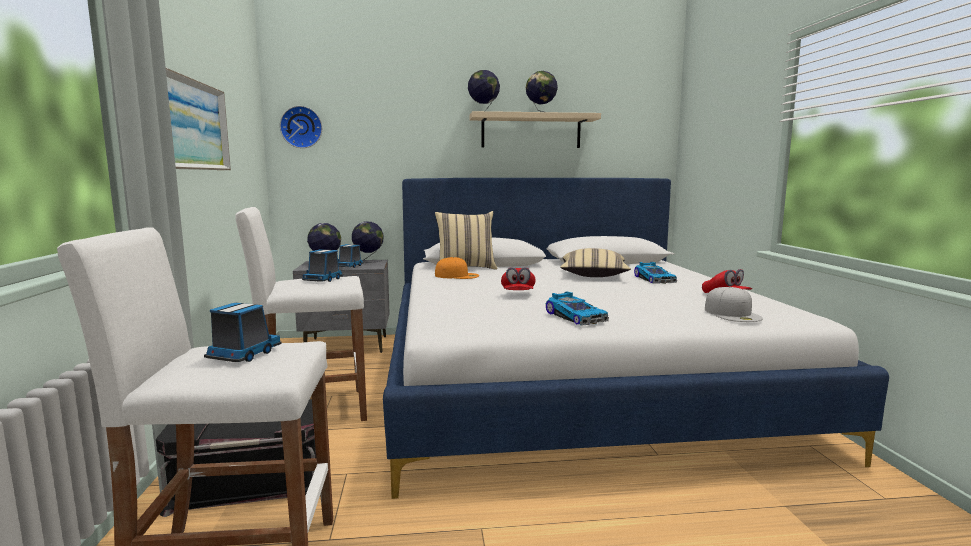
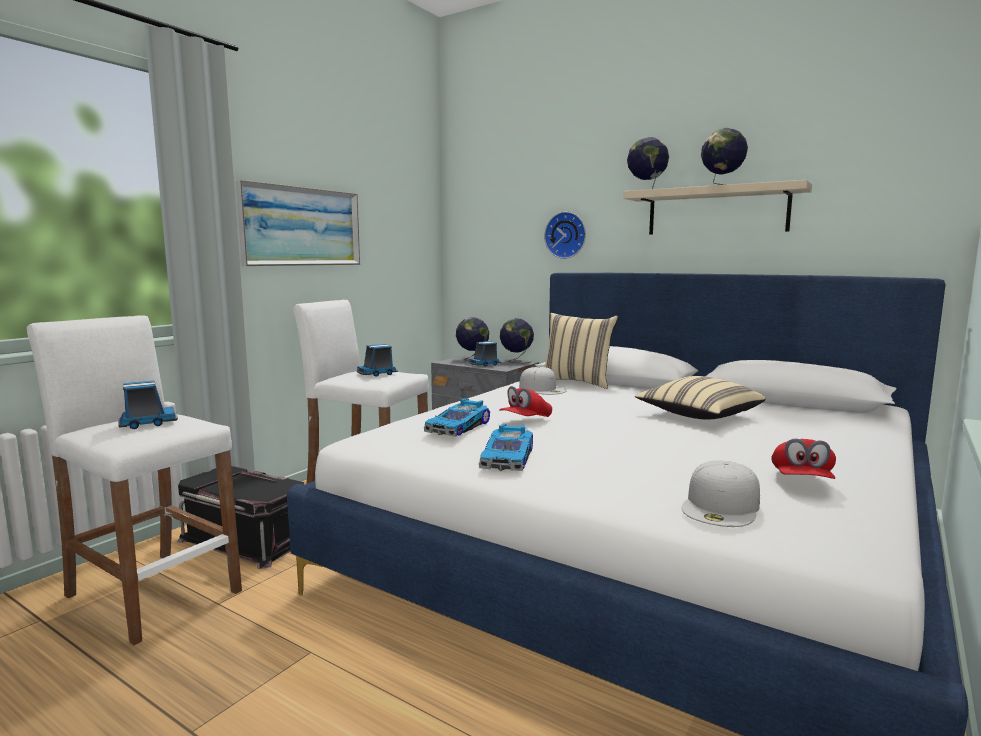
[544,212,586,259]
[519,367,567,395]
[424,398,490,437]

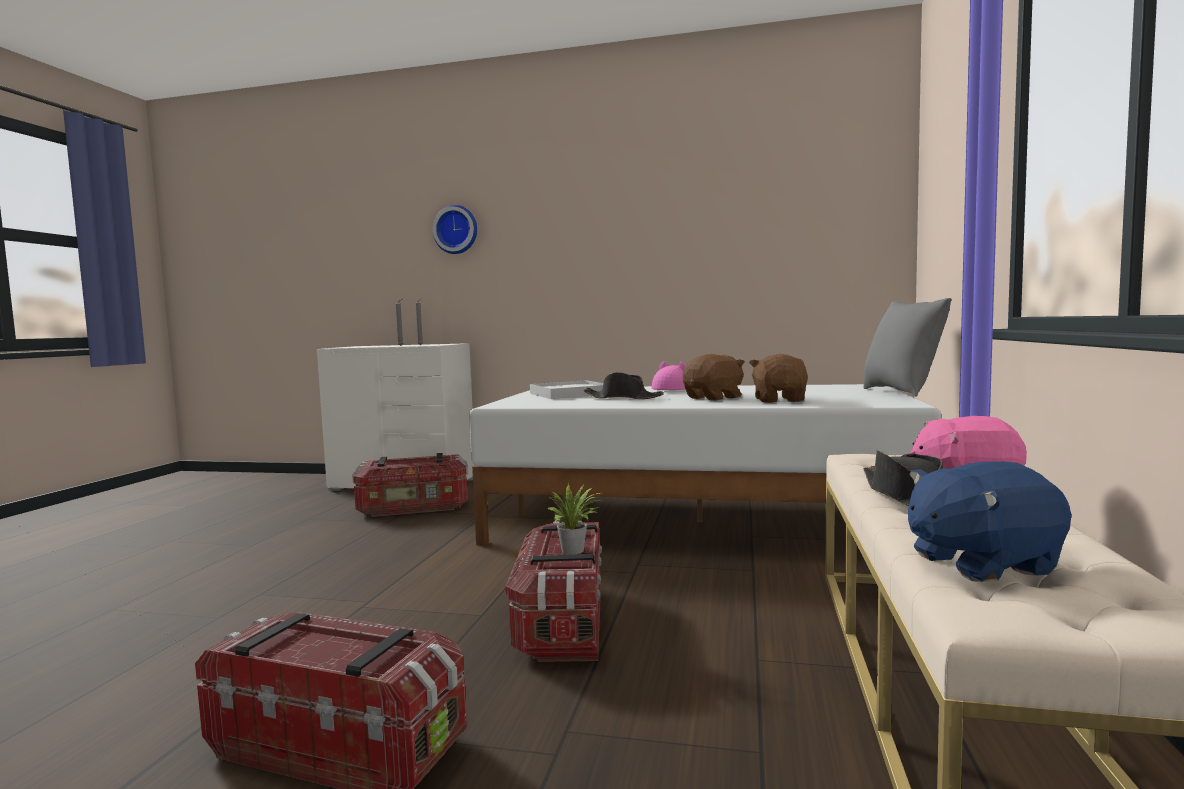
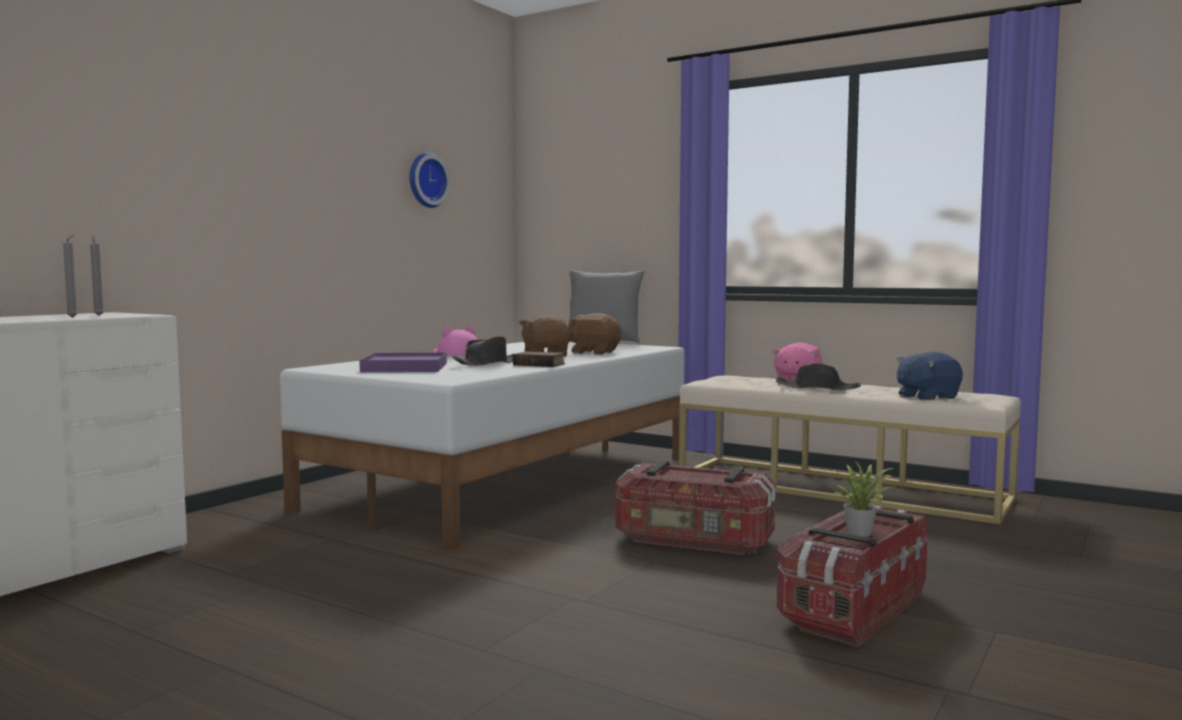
[410,152,450,208]
[359,352,447,372]
[352,453,468,517] (first image)
[897,352,963,400]
[831,462,894,537]
[513,351,565,367]

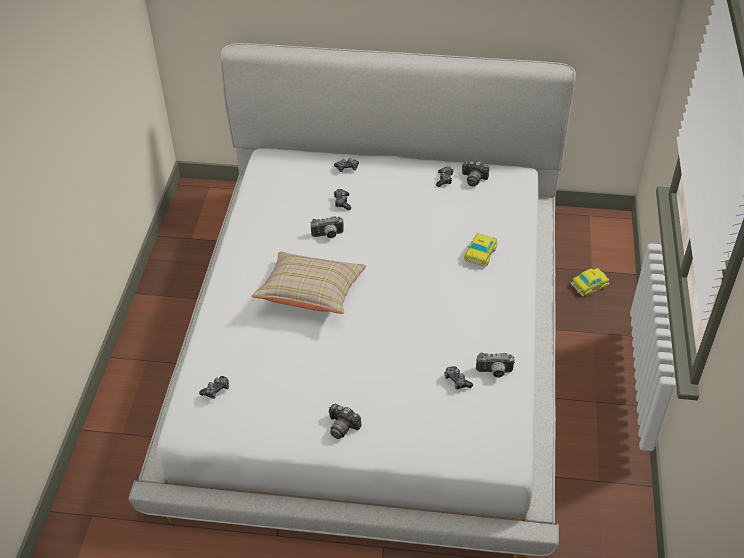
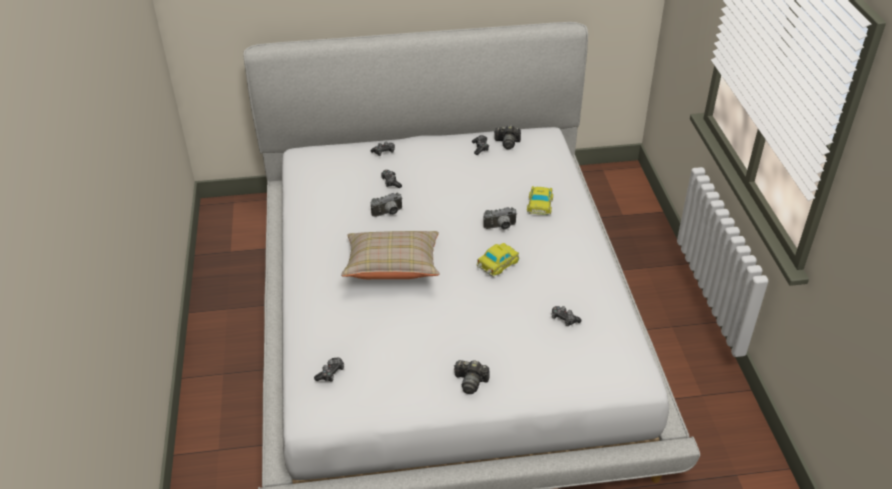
[476,243,520,277]
[483,207,517,230]

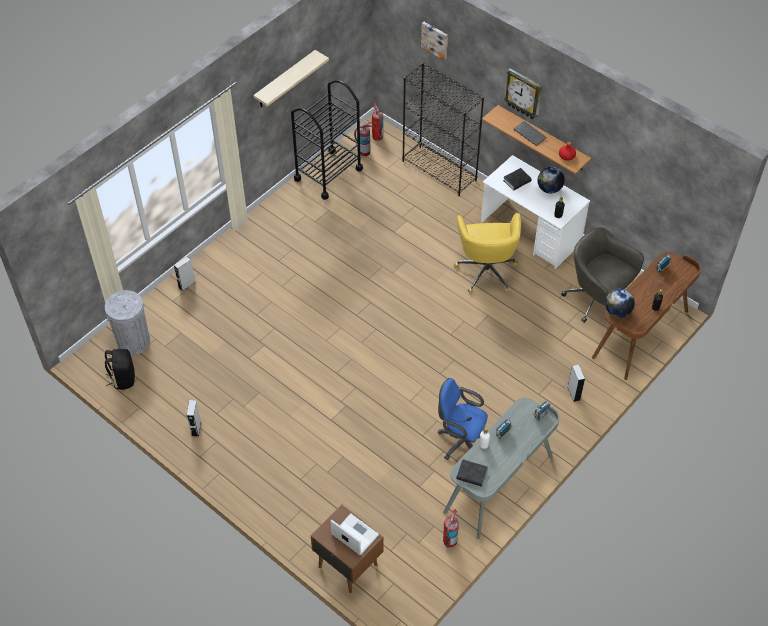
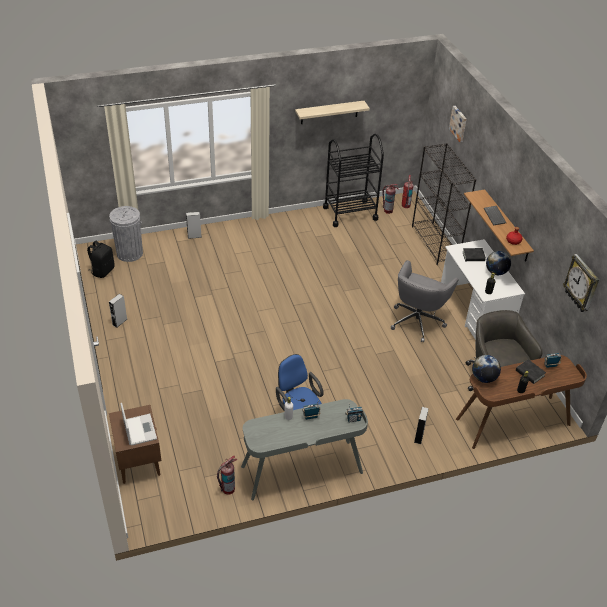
[563,254,599,312]
[391,260,459,342]
[516,359,546,384]

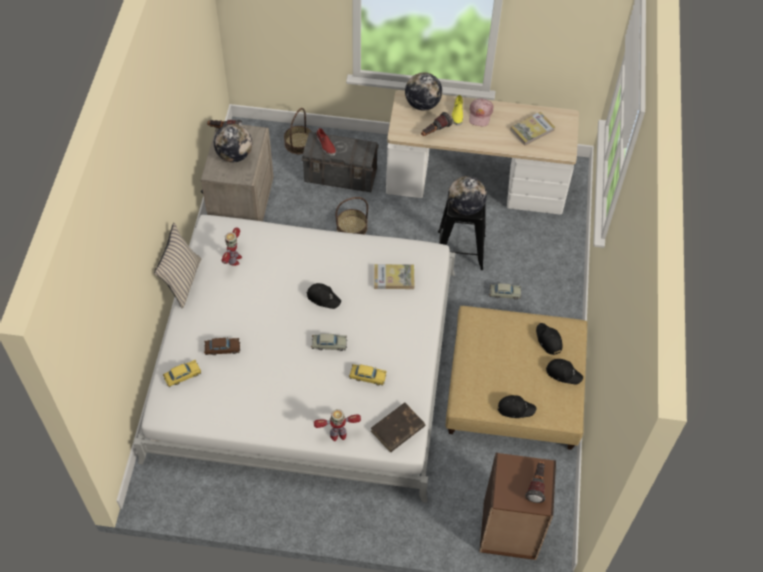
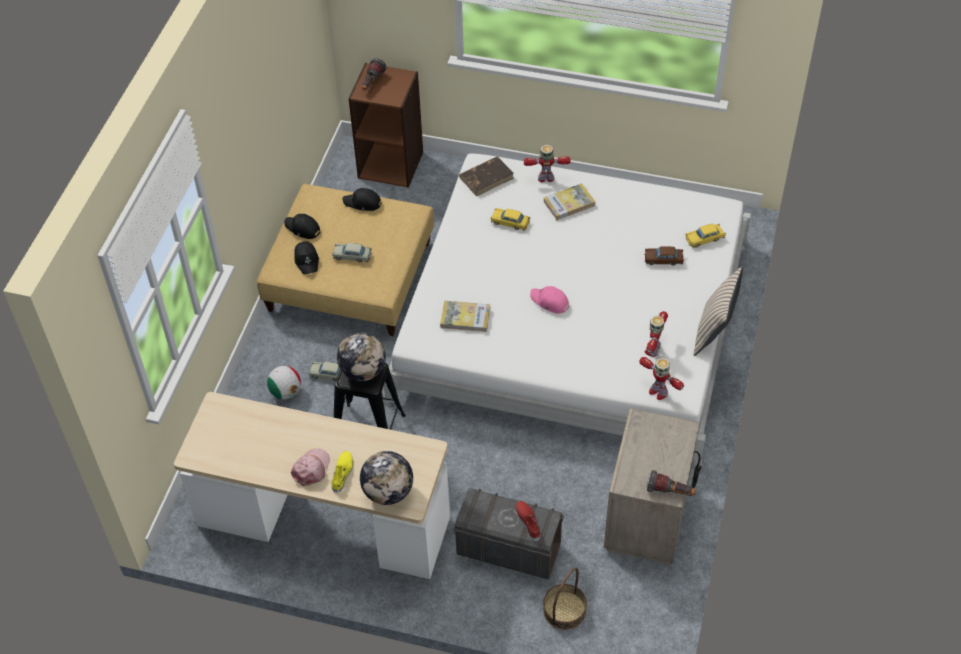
[421,112,452,136] (first image)
[543,183,595,220]
[214,124,252,162] (first image)
[335,197,368,234] (first image)
[530,286,569,314]
[332,243,371,262]
[639,357,684,400]
[267,366,301,399]

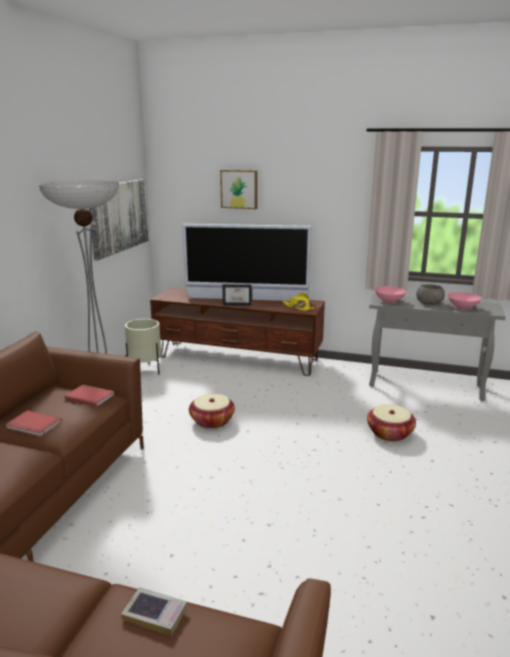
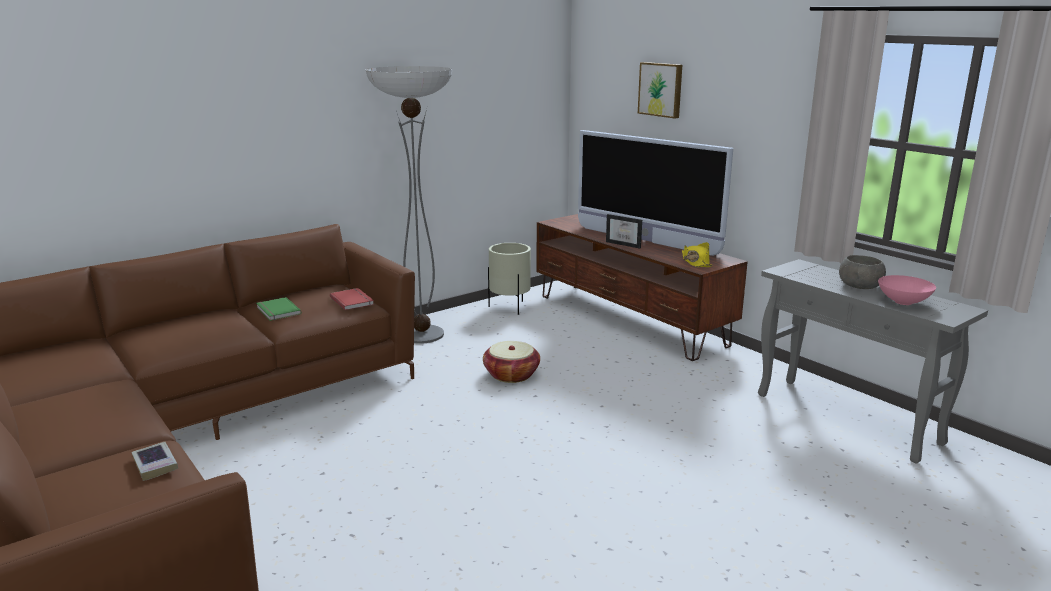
[89,179,149,260] (first image)
[375,286,406,303] (first image)
[367,404,416,441] (first image)
[256,297,301,321]

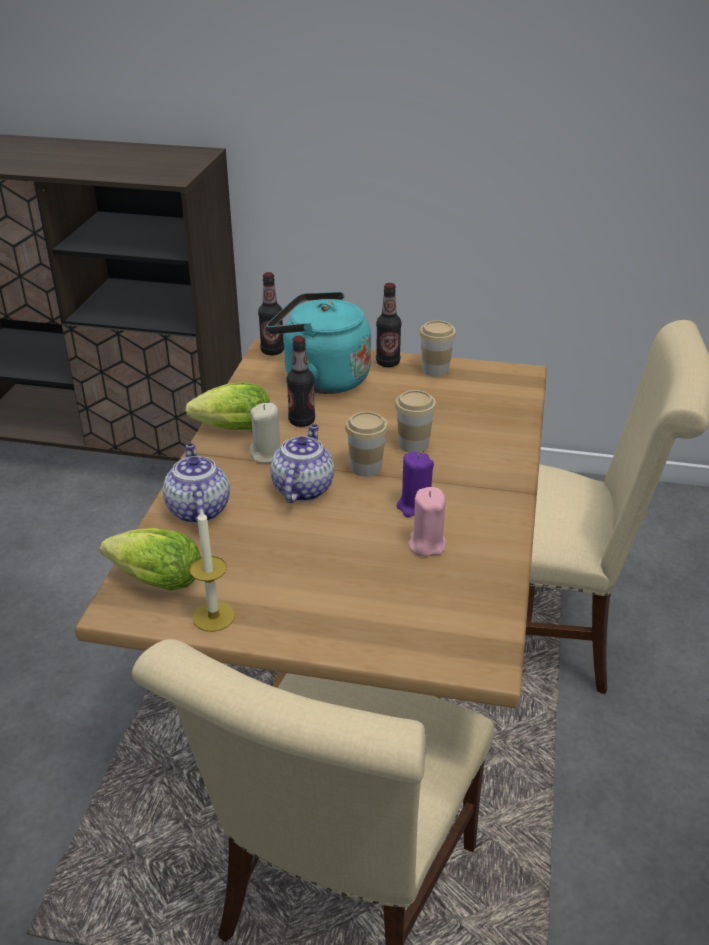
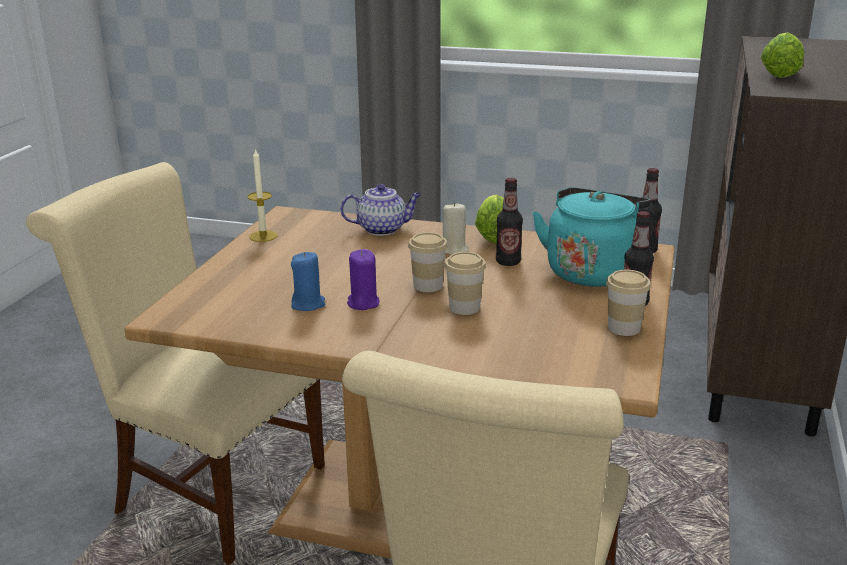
[270,424,334,503] (first image)
[291,252,326,311]
[761,32,804,78]

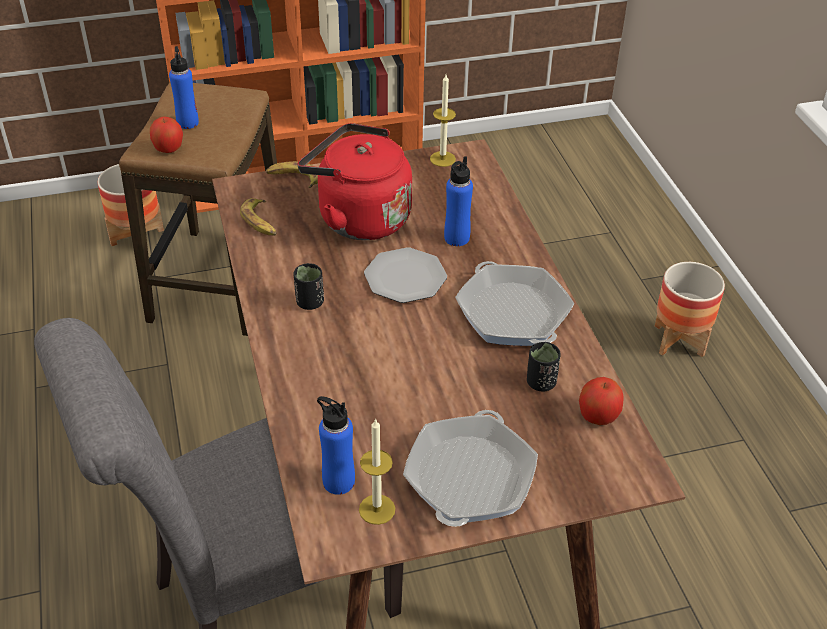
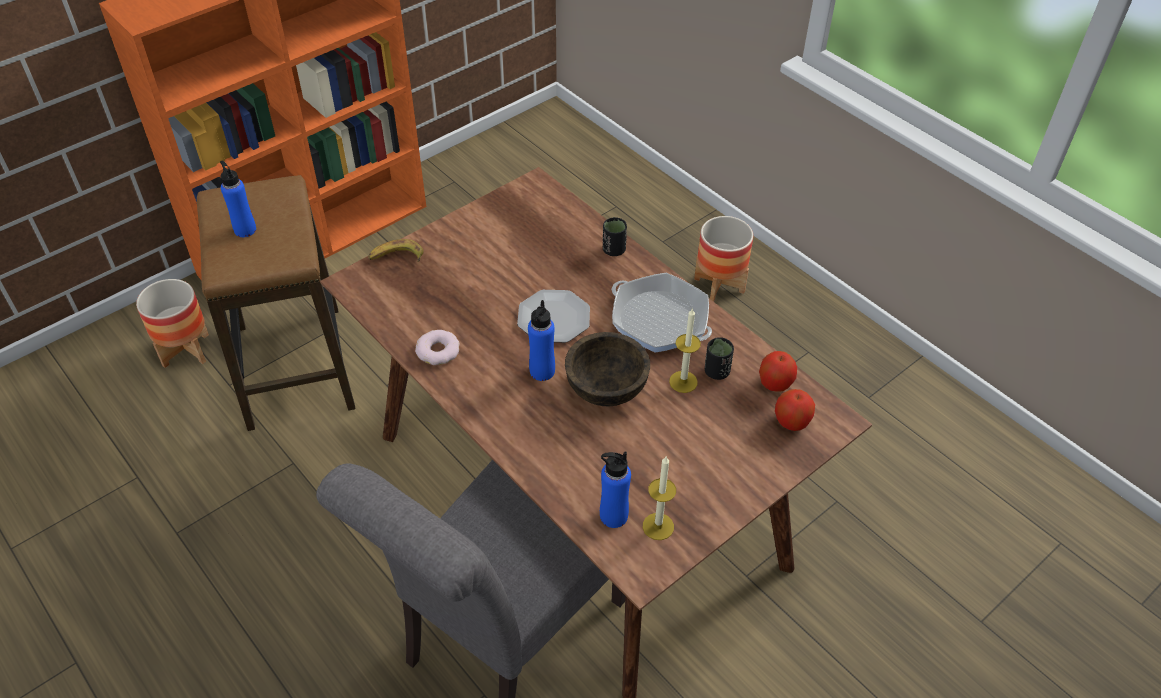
[669,308,701,393]
[775,389,815,431]
[298,123,412,240] (first image)
[528,300,555,381]
[240,198,277,235] (first image)
[603,217,627,256]
[403,410,538,527] (first image)
[415,330,460,365]
[565,332,650,406]

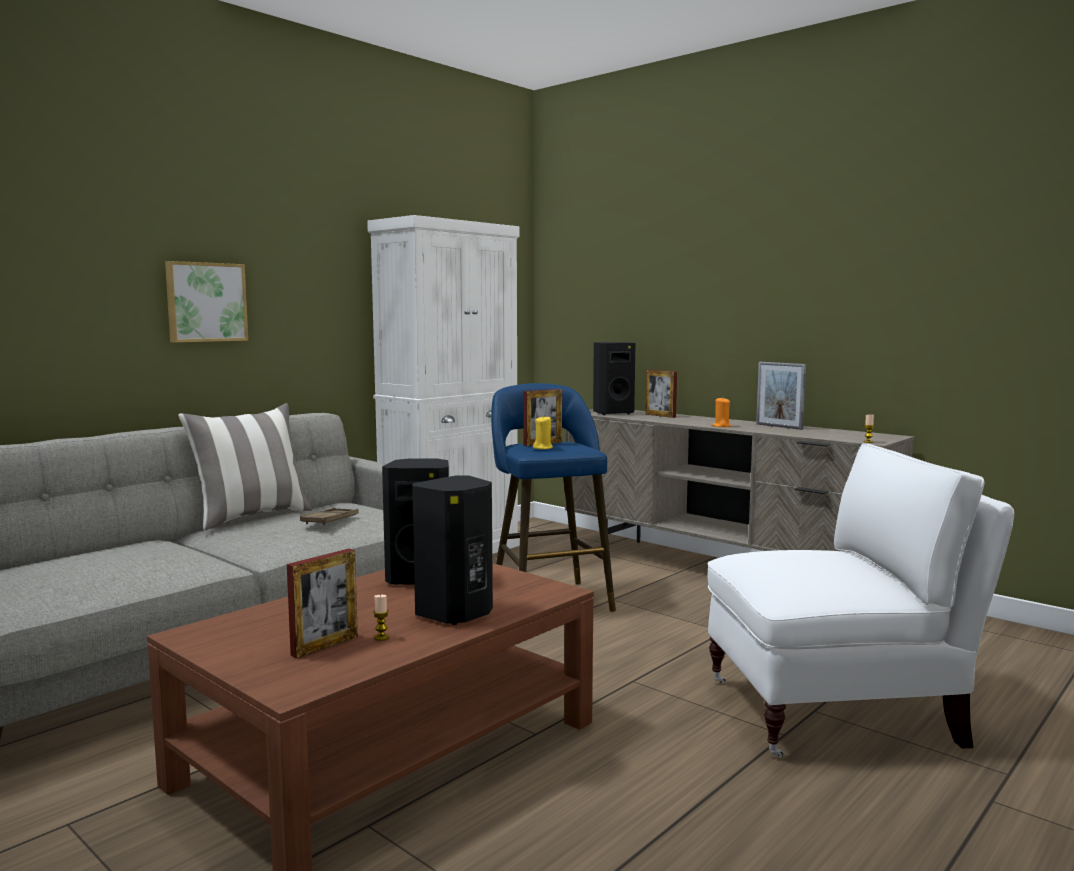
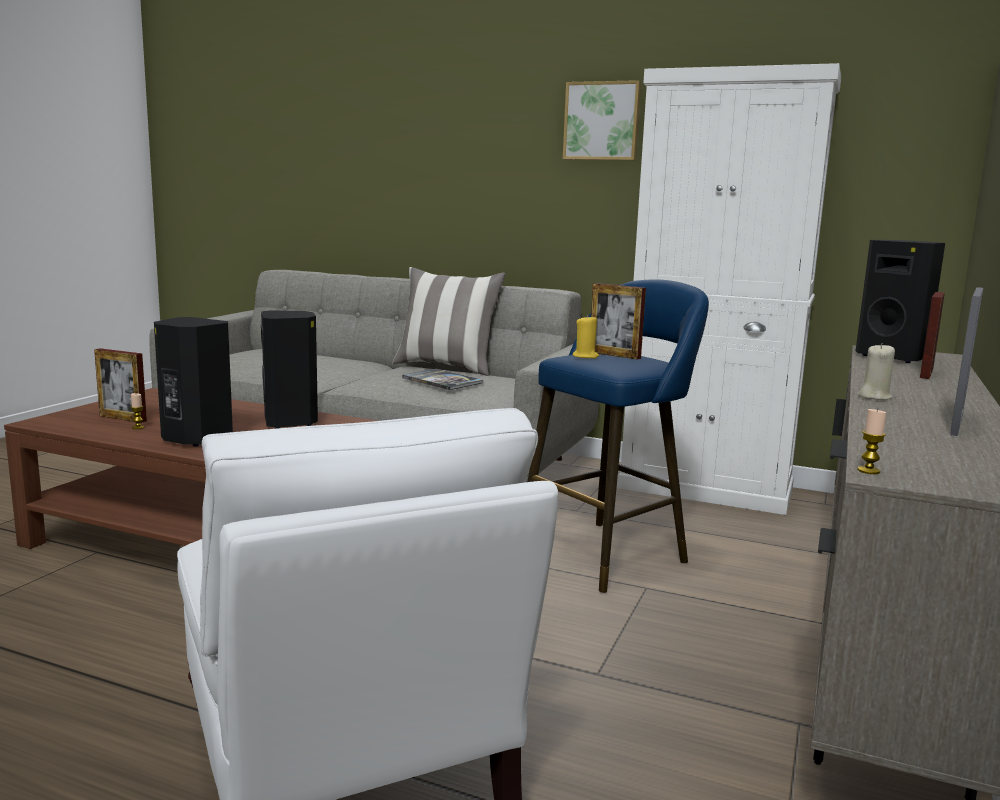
[563,80,641,160]
[858,343,895,400]
[402,369,483,390]

